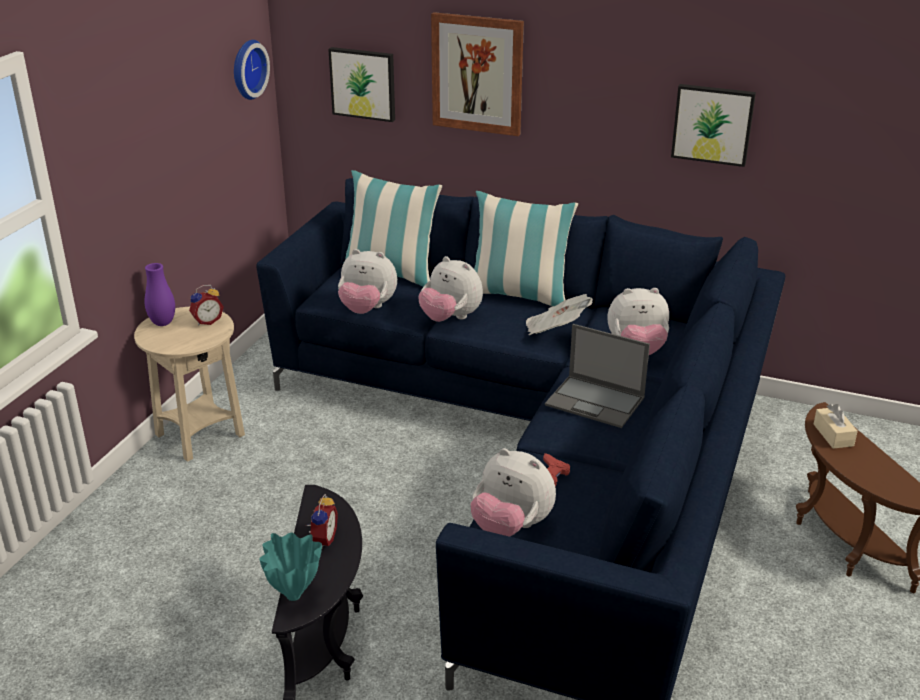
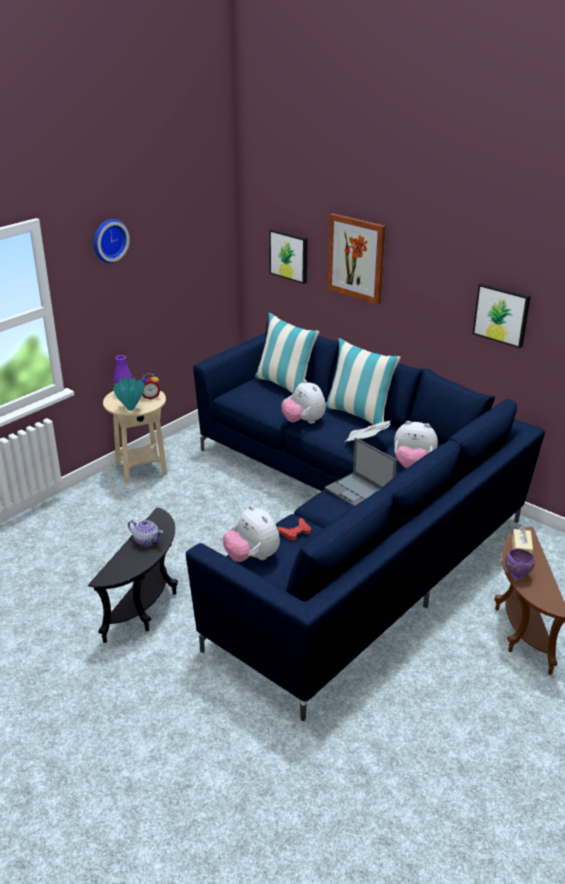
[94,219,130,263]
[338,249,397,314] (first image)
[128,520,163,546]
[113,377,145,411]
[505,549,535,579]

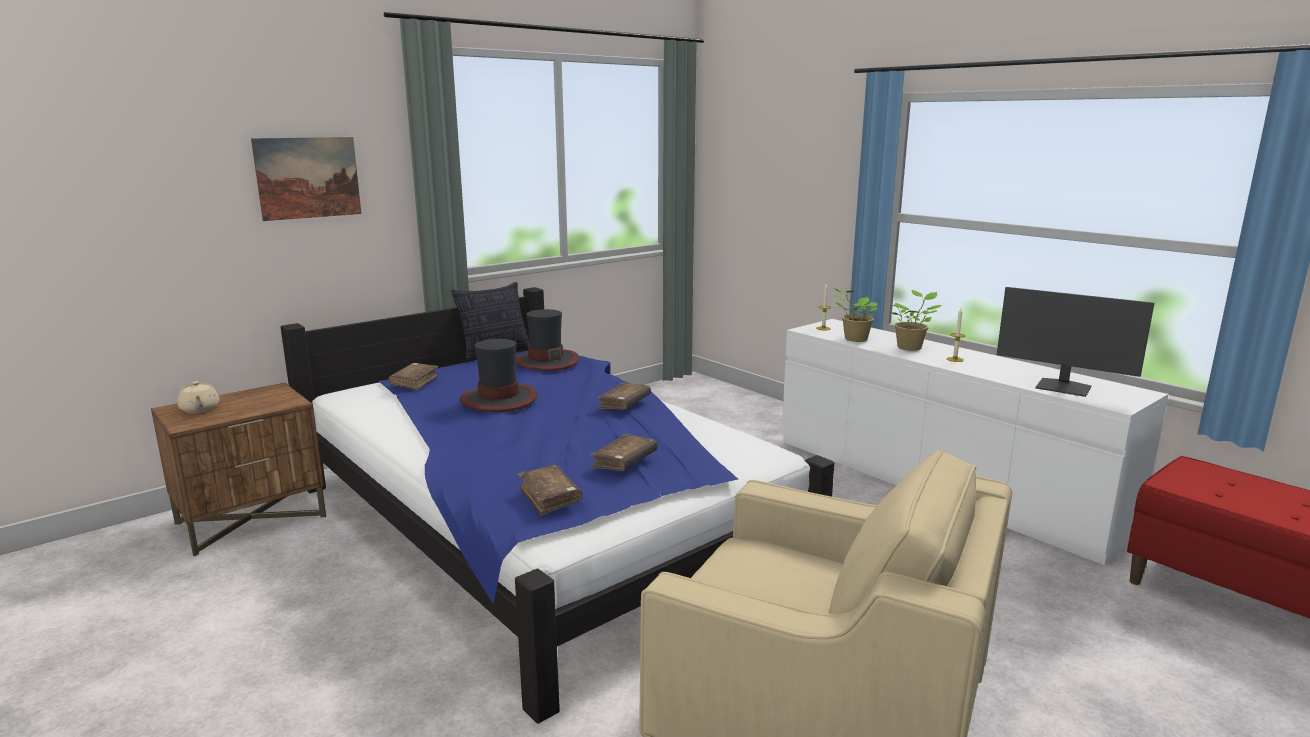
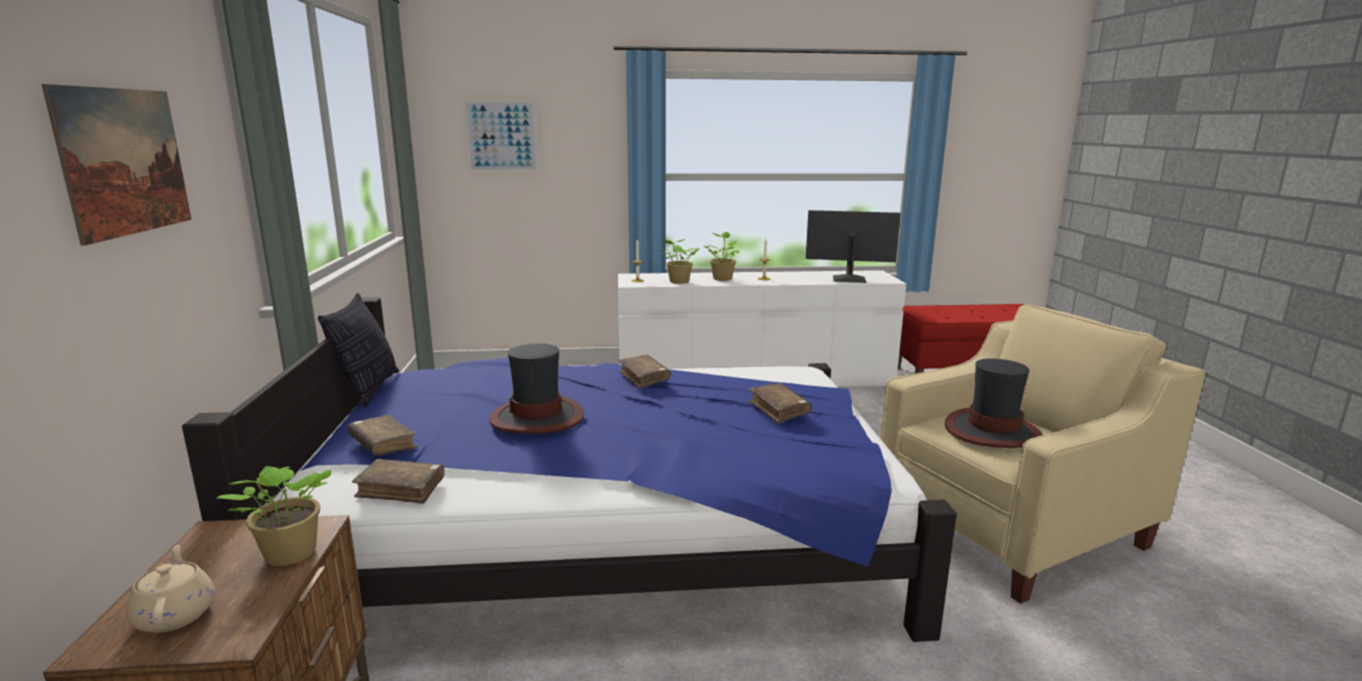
[806,210,901,283]
[944,358,1043,448]
[126,545,215,633]
[352,459,444,504]
[464,100,538,171]
[217,466,331,566]

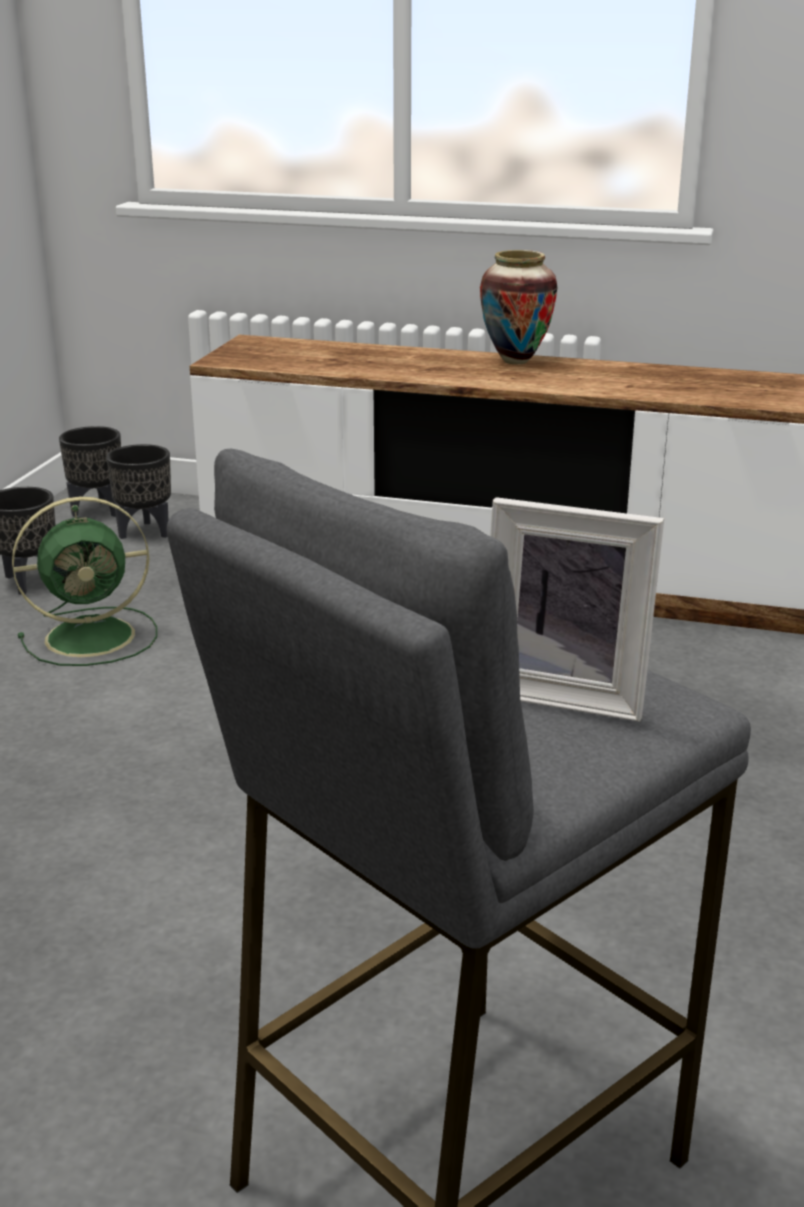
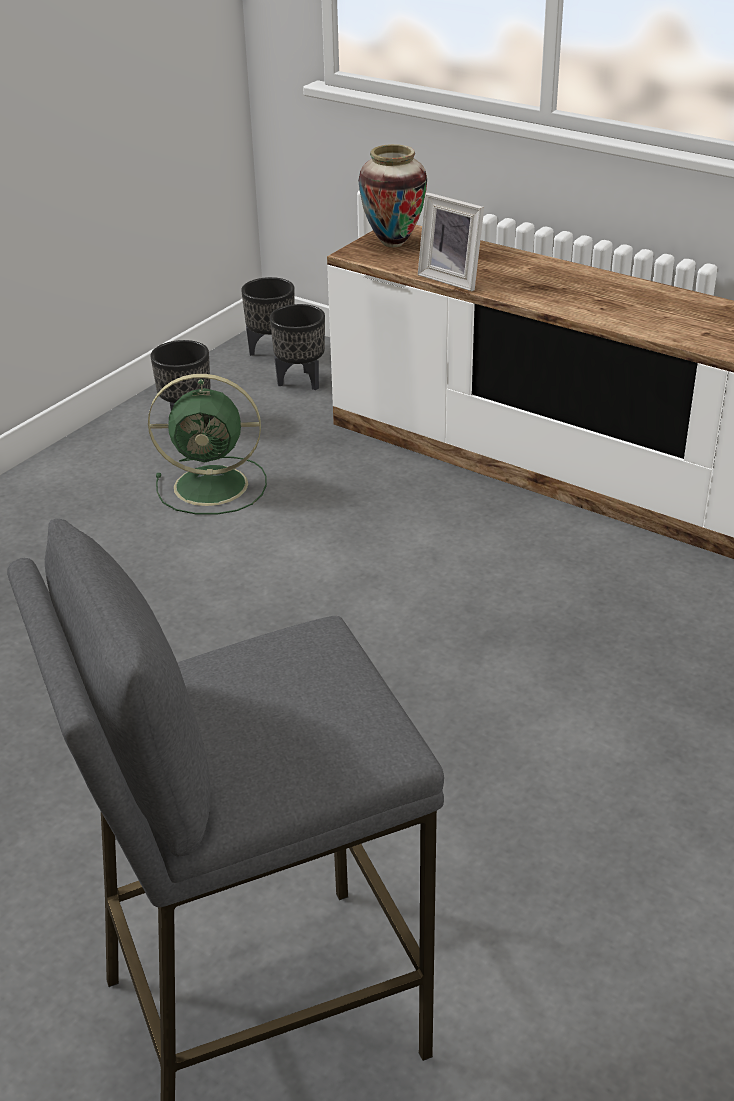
[358,144,427,247]
[418,192,484,291]

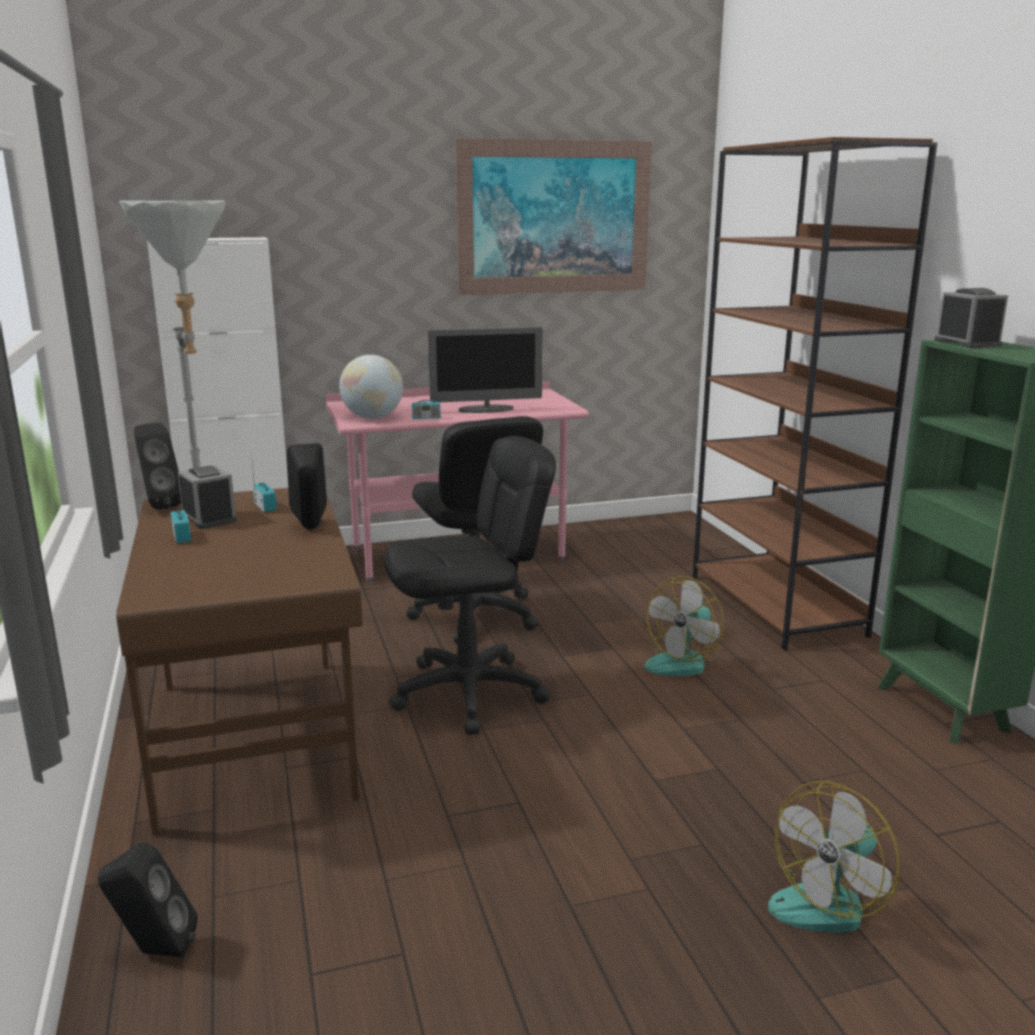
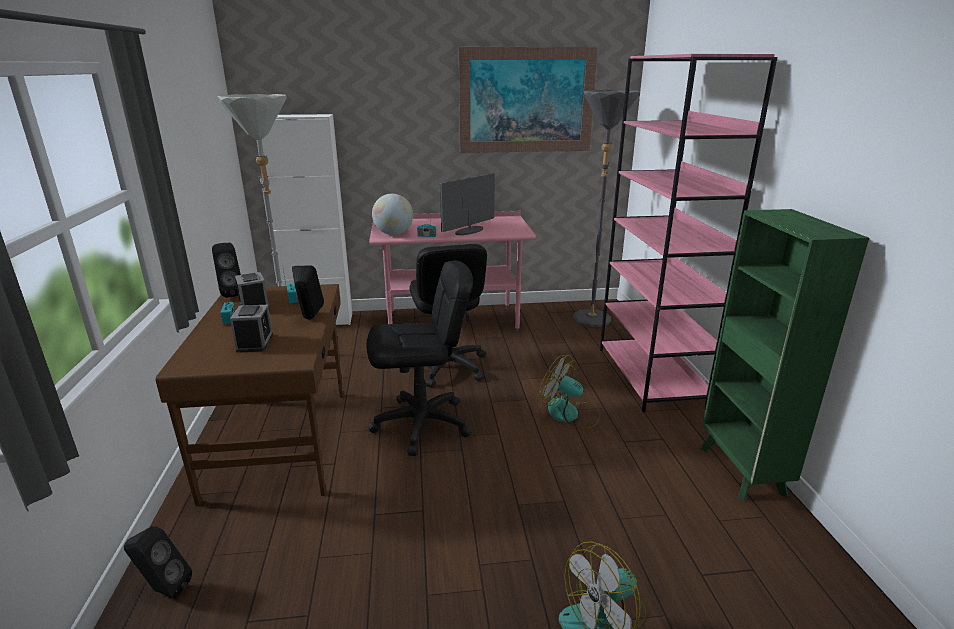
[600,54,777,412]
[230,305,273,353]
[440,173,495,235]
[539,355,600,429]
[572,90,640,327]

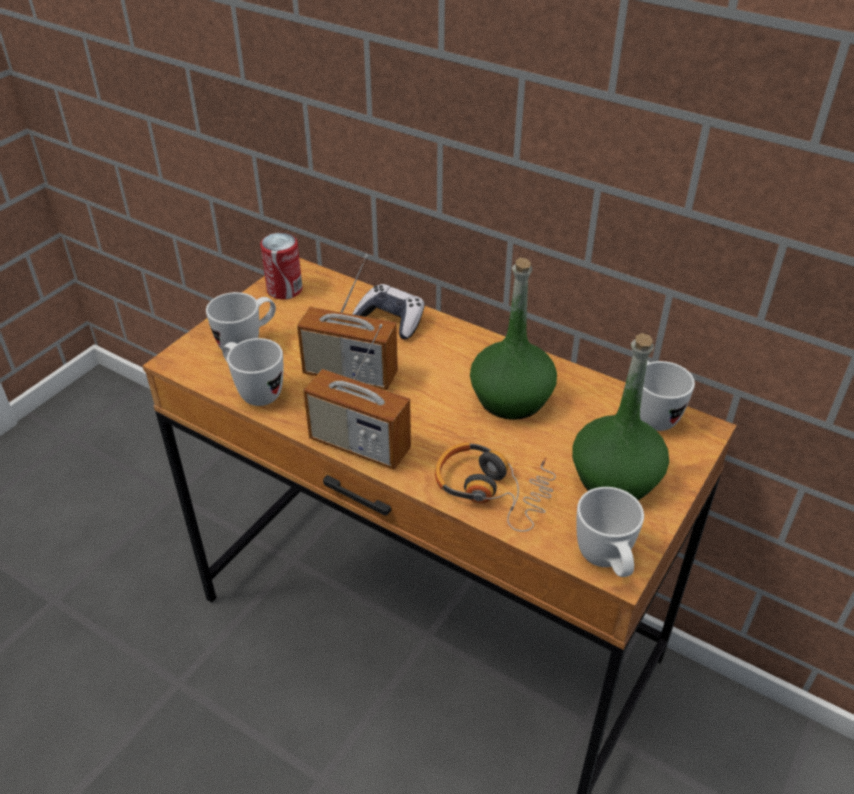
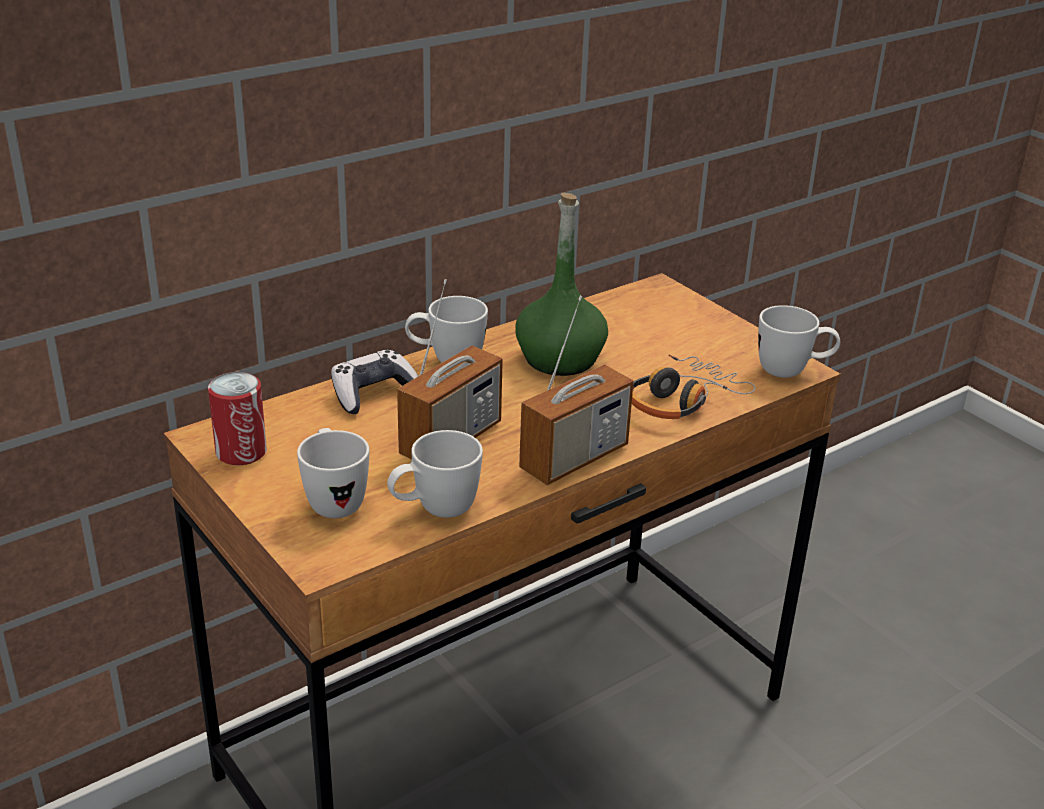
[572,333,669,500] (first image)
[405,296,488,363]

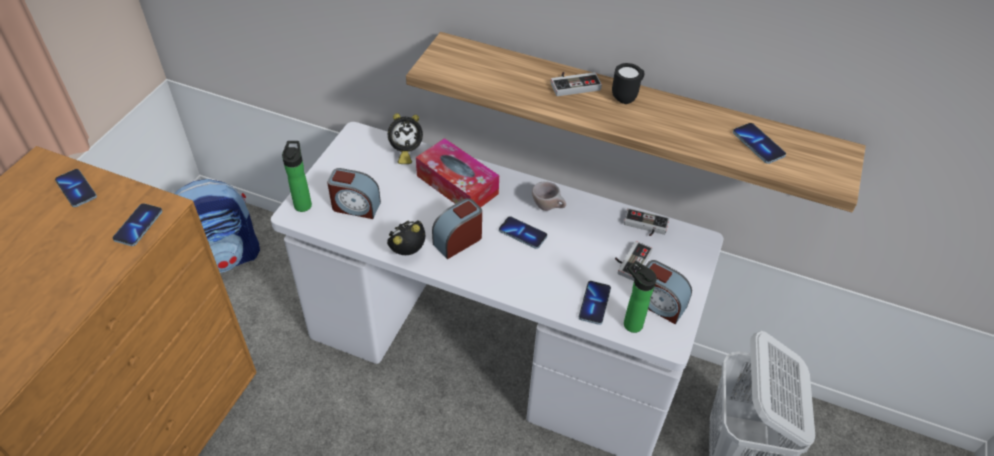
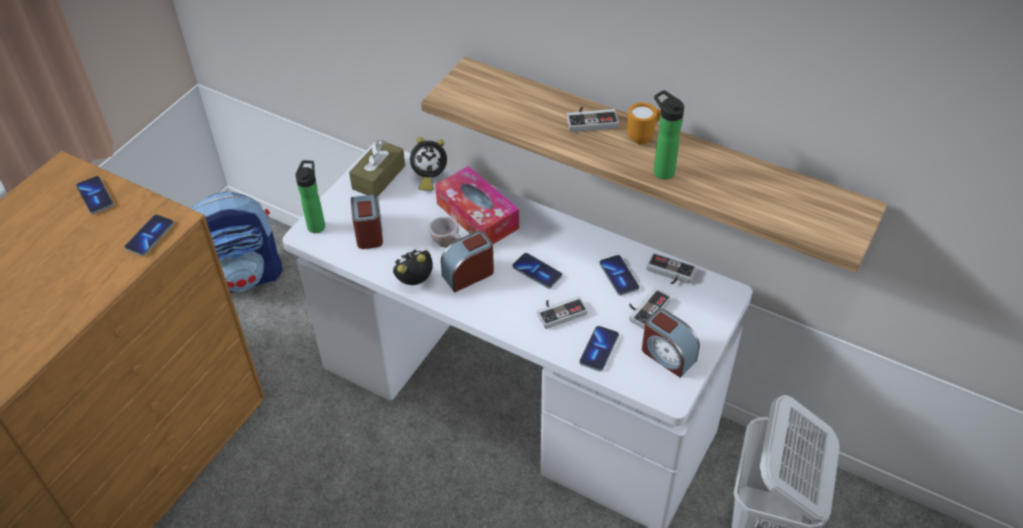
[627,102,661,145]
[599,255,640,296]
[351,194,383,249]
[429,217,461,248]
[654,90,684,179]
[349,140,405,196]
[537,296,588,329]

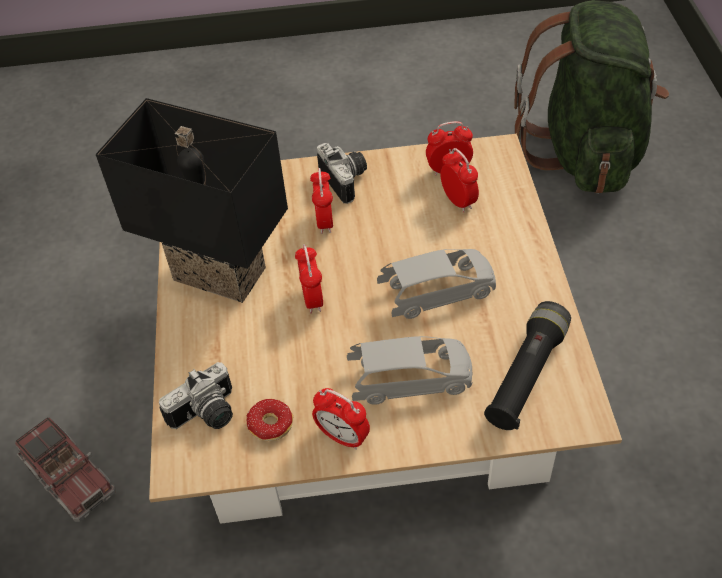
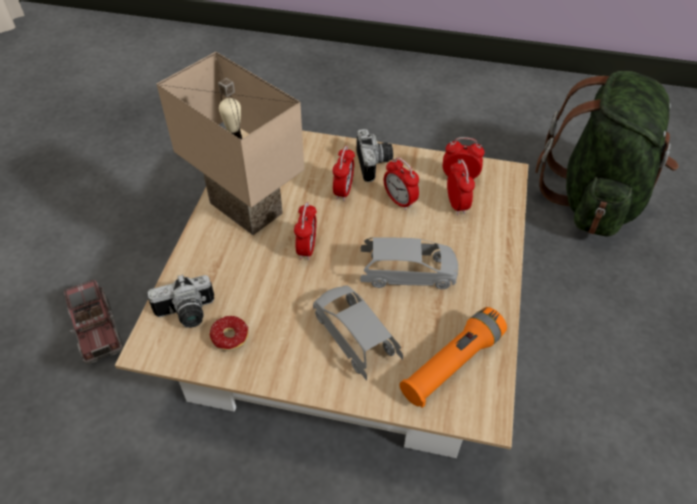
[157,52,304,235]
[400,307,507,408]
[313,285,403,381]
[384,157,419,210]

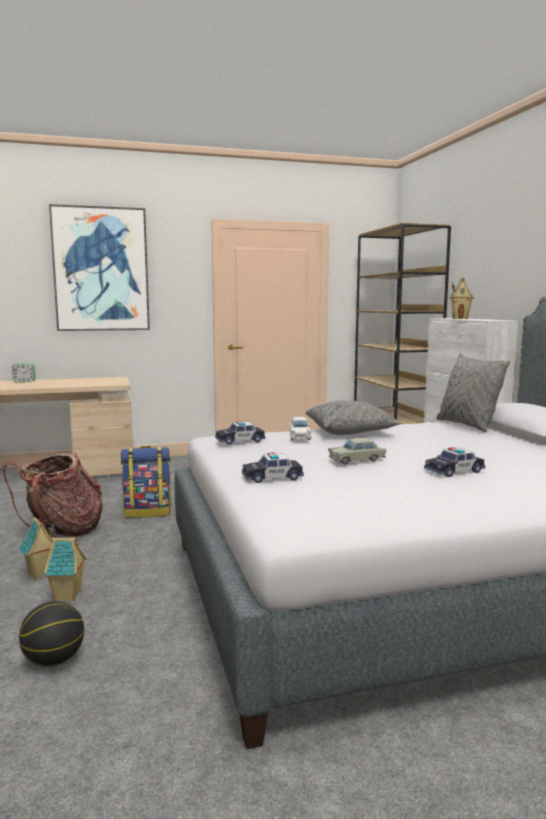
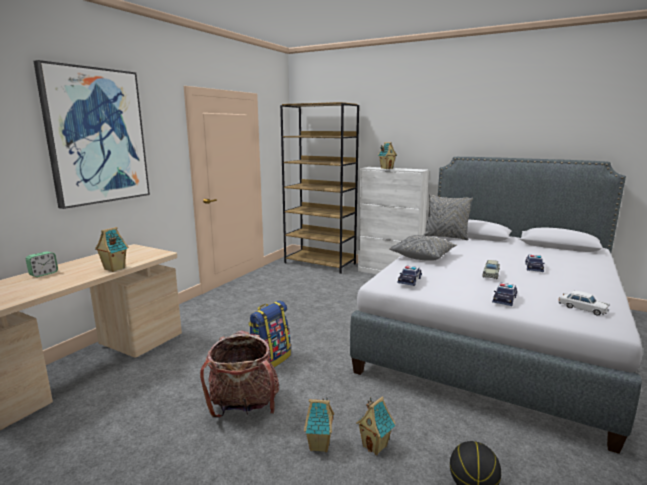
[559,291,610,316]
[95,227,128,272]

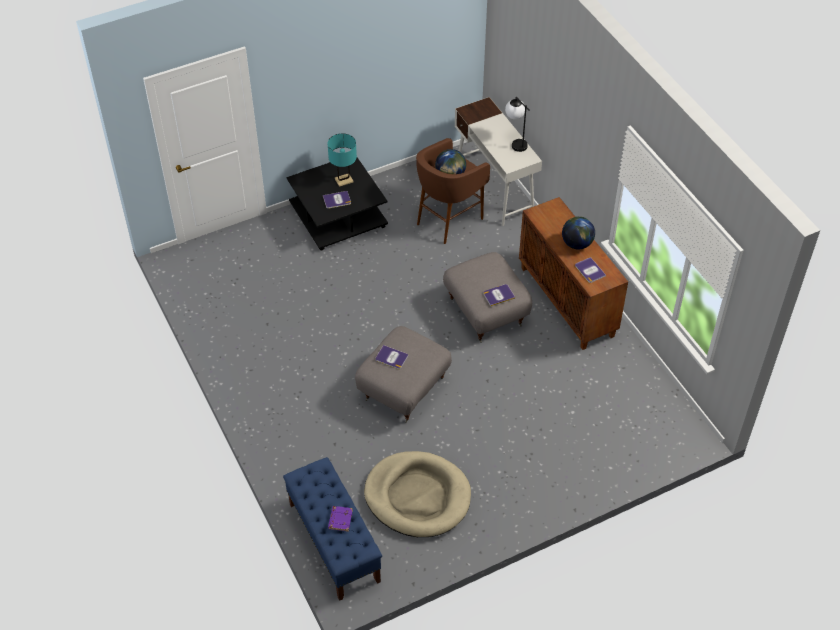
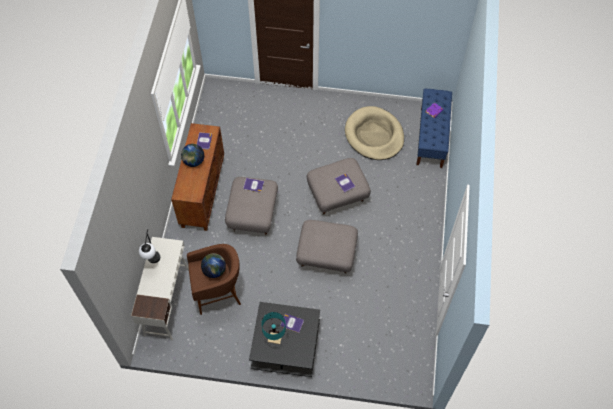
[296,220,358,274]

